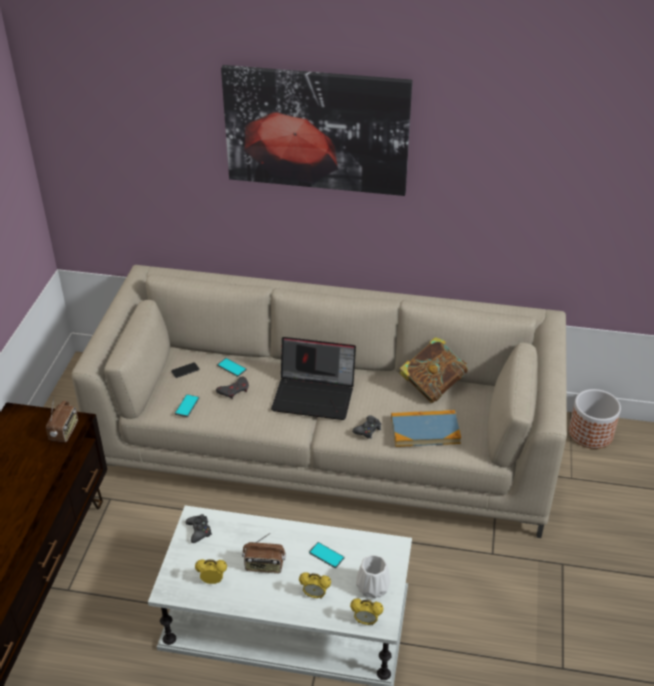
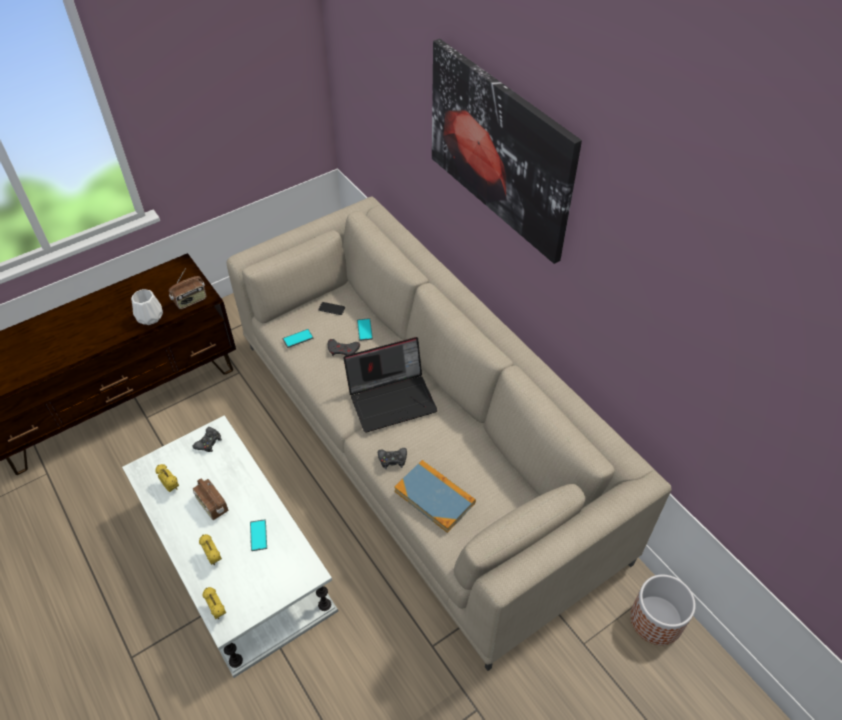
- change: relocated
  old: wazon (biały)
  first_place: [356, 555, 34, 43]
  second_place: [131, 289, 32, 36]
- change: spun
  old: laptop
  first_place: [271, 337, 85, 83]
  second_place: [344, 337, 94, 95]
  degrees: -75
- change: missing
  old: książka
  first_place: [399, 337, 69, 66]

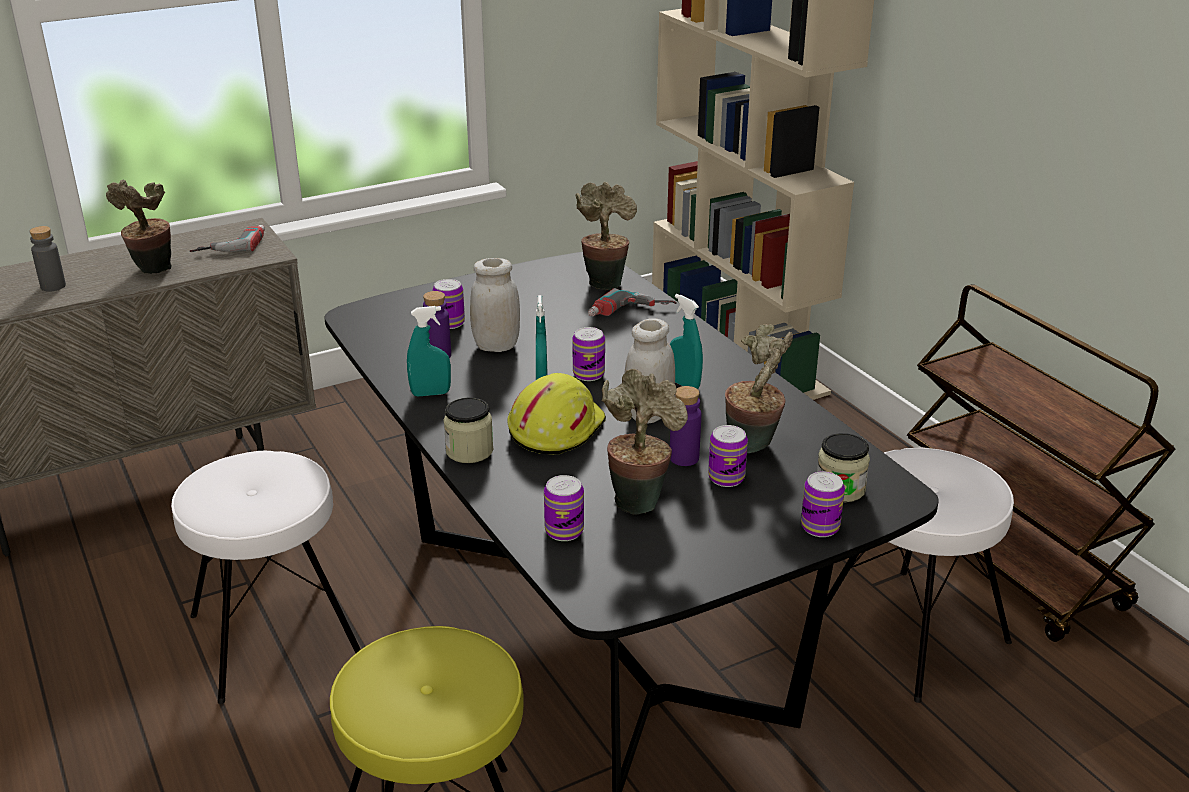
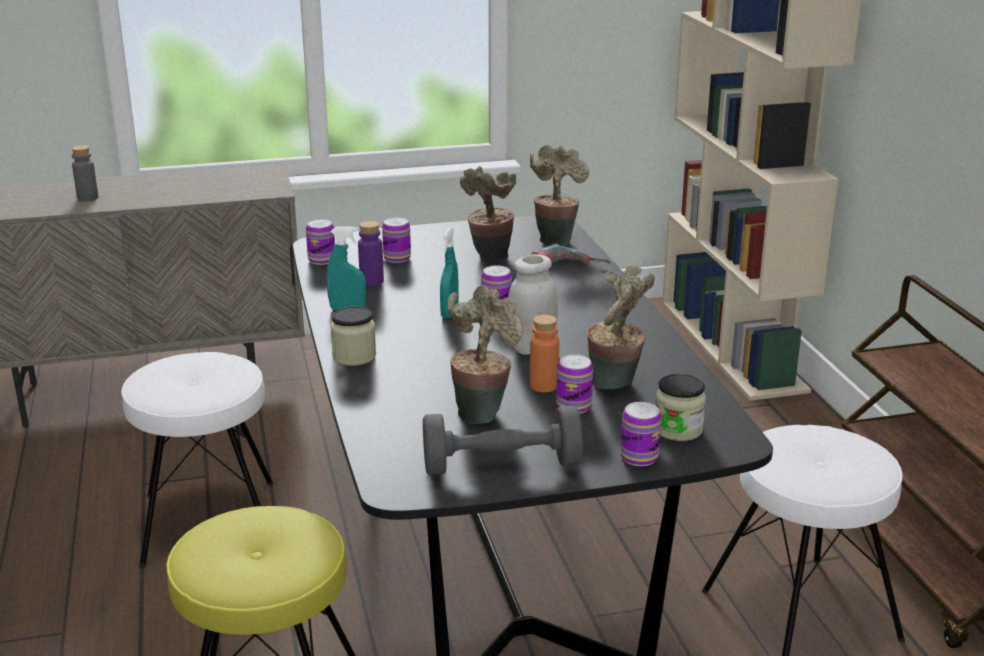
- change: relocated
  old: puszka
  first_place: [544, 475, 40, 66]
  second_place: [306, 219, 29, 46]
- change: appeared
  new: hantel (szary)
  second_place: [423, 406, 160, 69]
- change: relocated
  old: roślina doniczkowa
  first_place: [106, 180, 66, 94]
  second_place: [460, 166, 57, 95]
- change: colour
  old: butelka (fioletowy)
  new: butelka (pomarańczowy)
  first_place: [670, 386, 31, 80]
  second_place: [530, 315, 29, 77]
- change: missing
  old: wiertarka
  first_place: [190, 225, 75, 27]
- change: missing
  old: słoik (biały)
  first_place: [470, 258, 50, 94]
- change: missing
  old: kask (żółty)
  first_place: [507, 373, 99, 81]
- change: missing
  old: spryskiwacz (turkusowy)
  first_place: [670, 294, 33, 95]

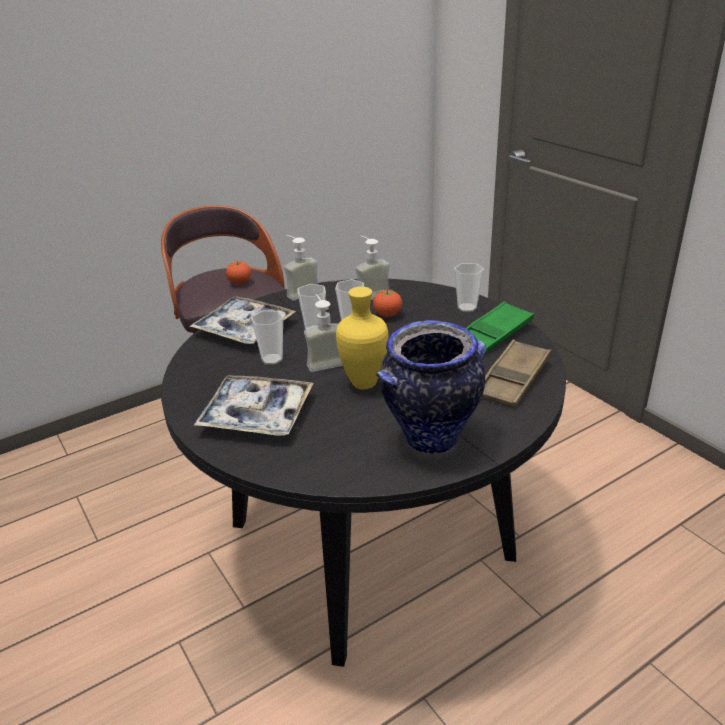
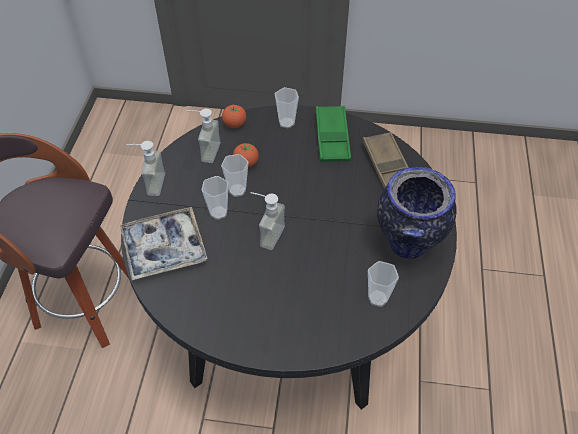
- change: relocated
  old: pomidor
  first_place: [226, 261, 25, 23]
  second_place: [222, 105, 24, 23]
- change: relocated
  old: filiżanka
  first_place: [251, 310, 32, 55]
  second_place: [368, 261, 31, 46]
- change: missing
  old: taca
  first_place: [193, 376, 120, 60]
- change: missing
  old: wazon (żółty)
  first_place: [336, 287, 52, 102]

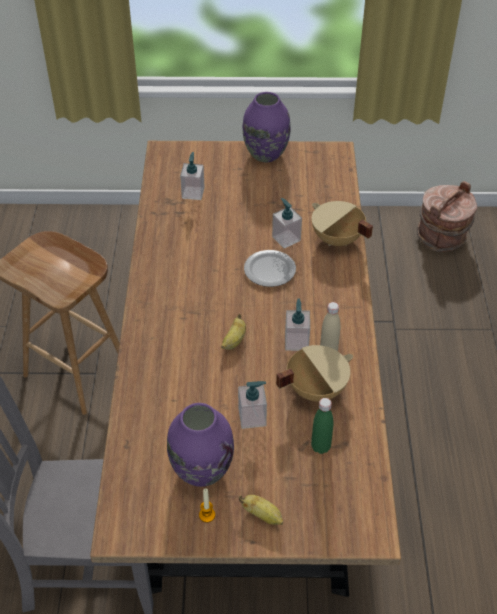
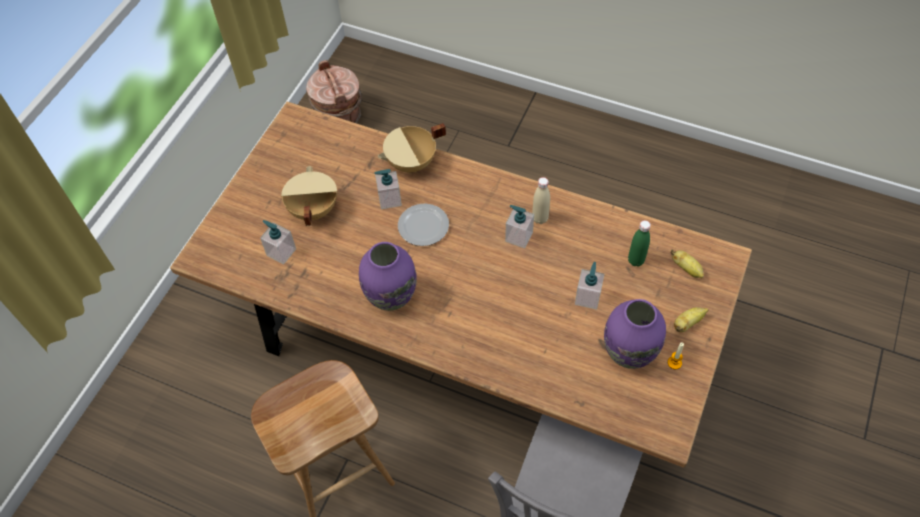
- change: relocated
  old: garnek (beżowy)
  first_place: [276, 345, 77, 57]
  second_place: [281, 166, 56, 60]
- change: relocated
  old: wazon (fioletowy)
  first_place: [243, 92, 48, 70]
  second_place: [359, 242, 58, 69]
- change: relocated
  old: banan
  first_place: [221, 314, 25, 36]
  second_place: [670, 249, 34, 30]

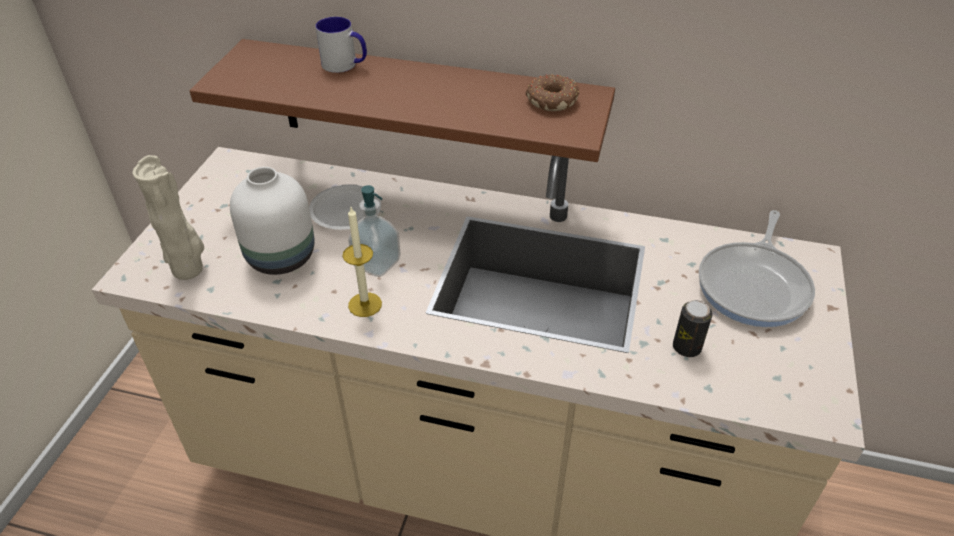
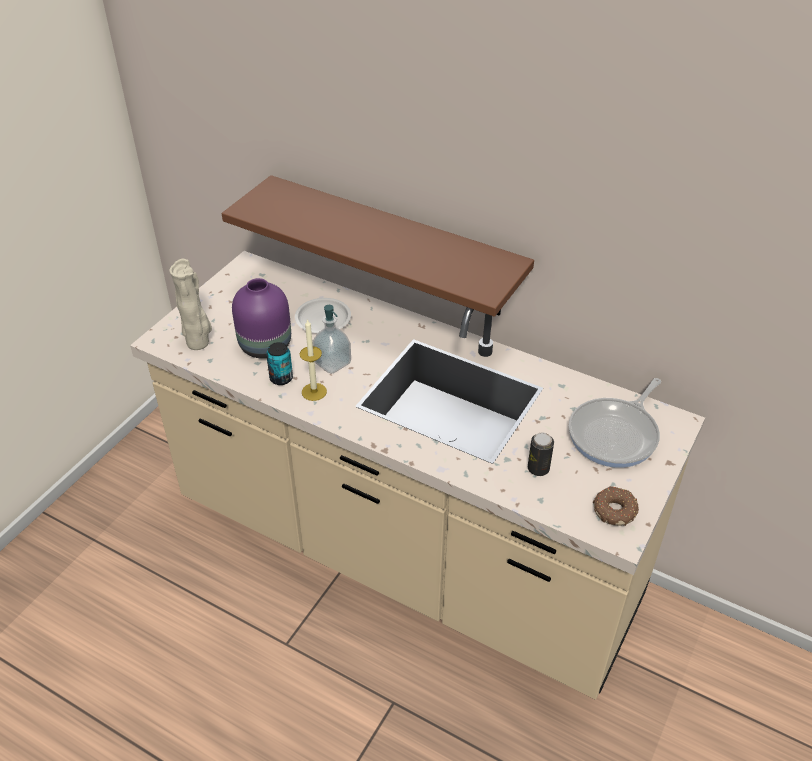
- change: colour
  old: wazon (biały)
  new: wazon (fioletowy)
  first_place: [230, 167, 85, 108]
  second_place: [232, 278, 59, 81]
- change: appeared
  new: puszka
  second_place: [266, 342, 27, 43]
- change: relocated
  old: donut
  first_place: [526, 74, 53, 37]
  second_place: [593, 486, 46, 40]
- change: missing
  old: kubek
  first_place: [315, 17, 52, 56]

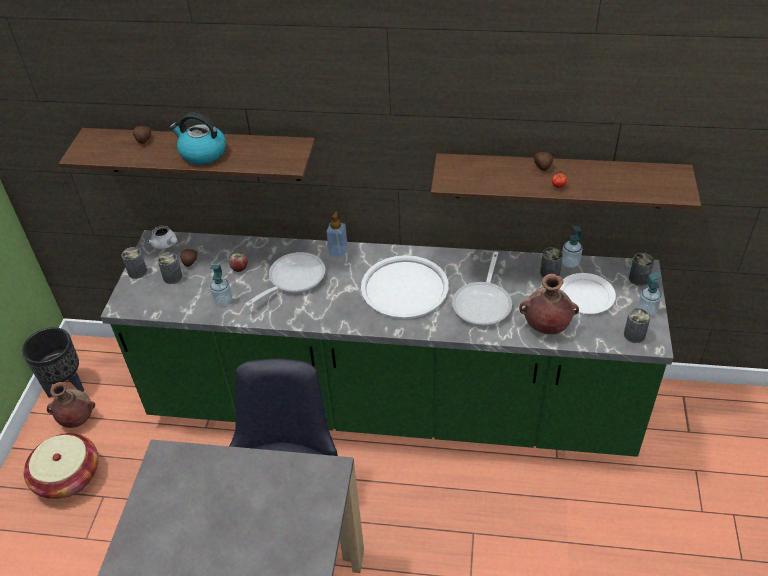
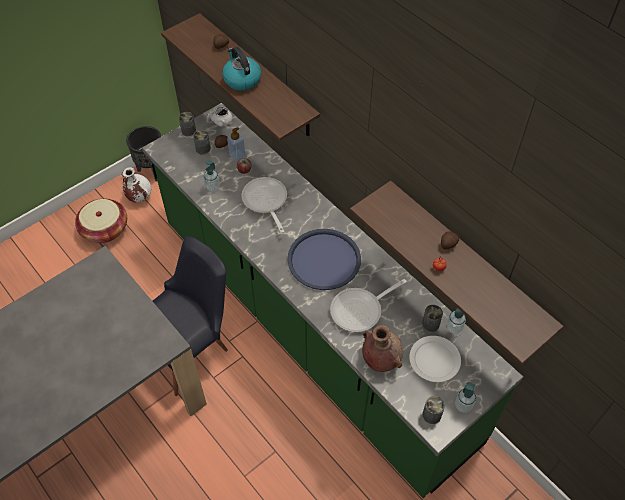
- change: colour
  old: wazon (brązowy)
  new: wazon (biały)
  first_place: [47, 382, 48, 46]
  second_place: [123, 167, 28, 35]
- change: relocated
  old: dozownik mydła
  first_place: [326, 212, 22, 45]
  second_place: [227, 127, 19, 34]
- change: spun
  old: patelnia
  first_place: [245, 252, 80, 54]
  second_place: [242, 177, 45, 56]
  degrees: -105
- change: colour
  old: taca (biały)
  new: taca (niebieski)
  first_place: [361, 255, 88, 64]
  second_place: [287, 229, 74, 61]
- change: missing
  old: puszka
  first_place: [629, 253, 25, 33]

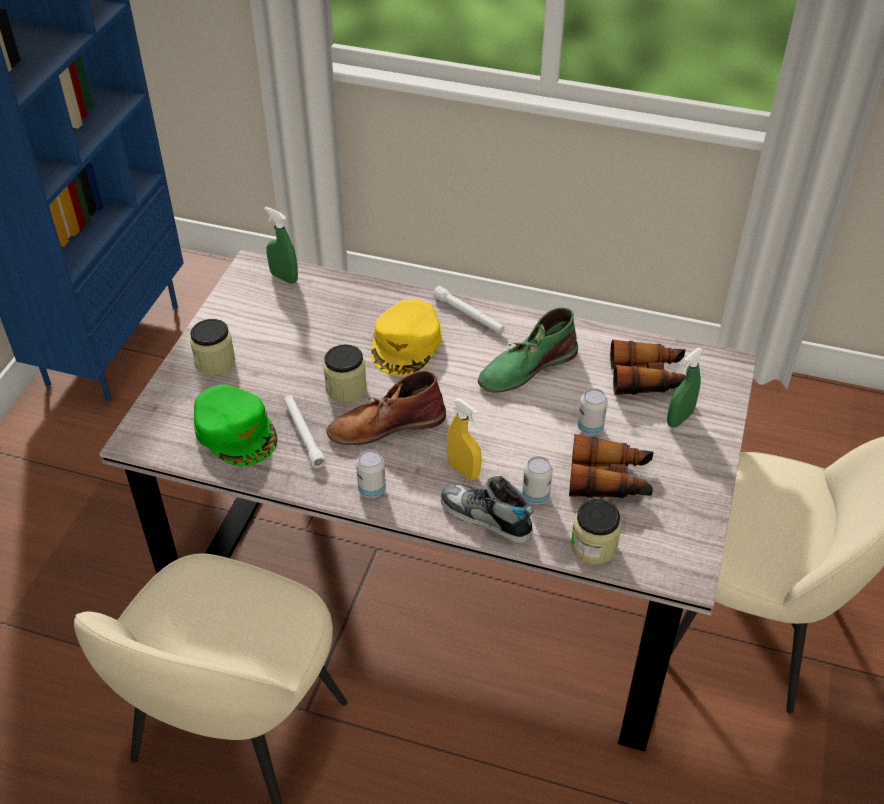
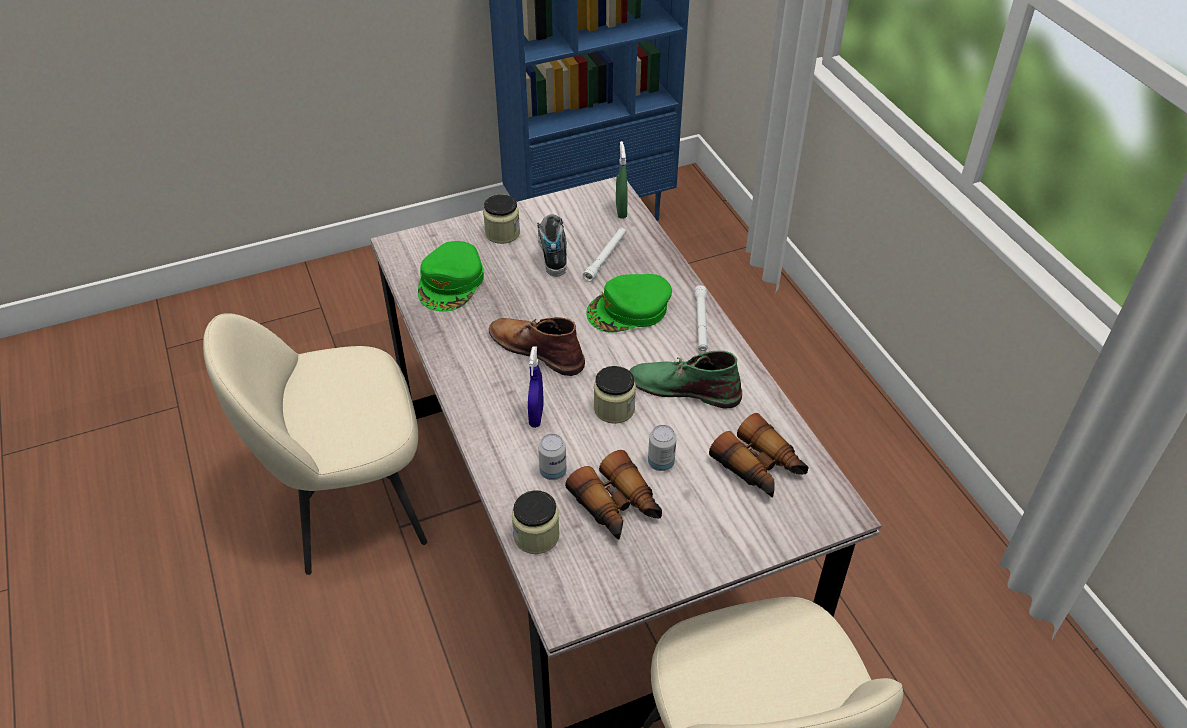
- change: colour
  old: spryskiwacz (żółty)
  new: spryskiwacz (niebieski)
  first_place: [447, 399, 35, 81]
  second_place: [528, 346, 16, 82]
- change: relocated
  old: but
  first_place: [440, 476, 94, 68]
  second_place: [537, 214, 30, 63]
- change: relocated
  old: latarka (biały)
  first_place: [284, 396, 42, 72]
  second_place: [583, 228, 43, 54]
- change: colour
  old: czapka z daszkiem (żółty)
  new: czapka z daszkiem (zielony)
  first_place: [371, 299, 71, 77]
  second_place: [586, 274, 86, 59]
- change: relocated
  old: słoik
  first_place: [323, 344, 44, 58]
  second_place: [594, 366, 42, 58]
- change: missing
  old: puszka
  first_place: [356, 450, 30, 48]
- change: missing
  old: spryskiwacz (zielony)
  first_place: [667, 348, 36, 80]

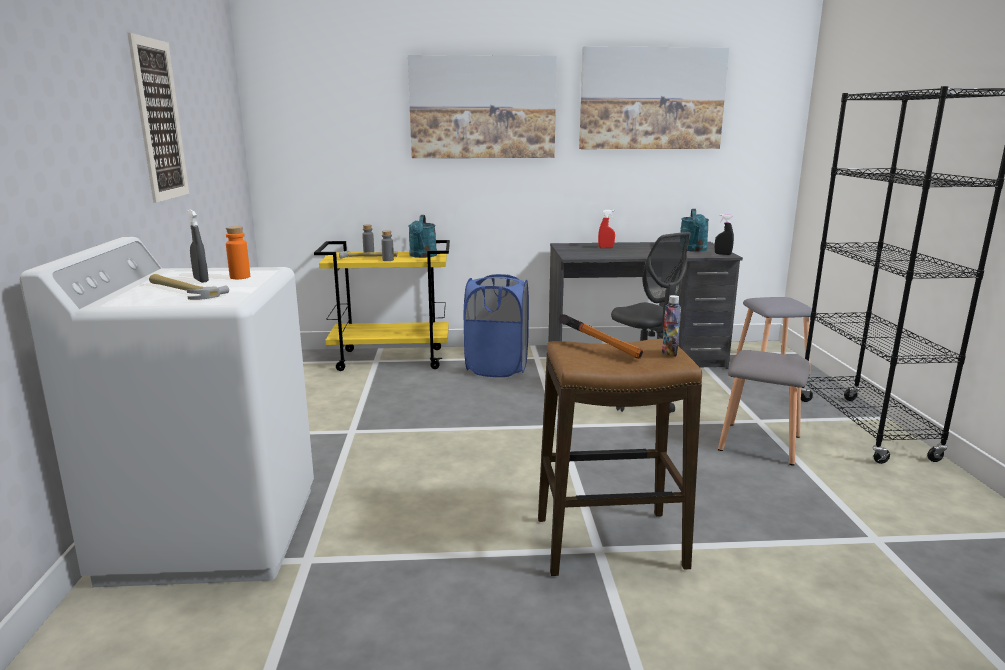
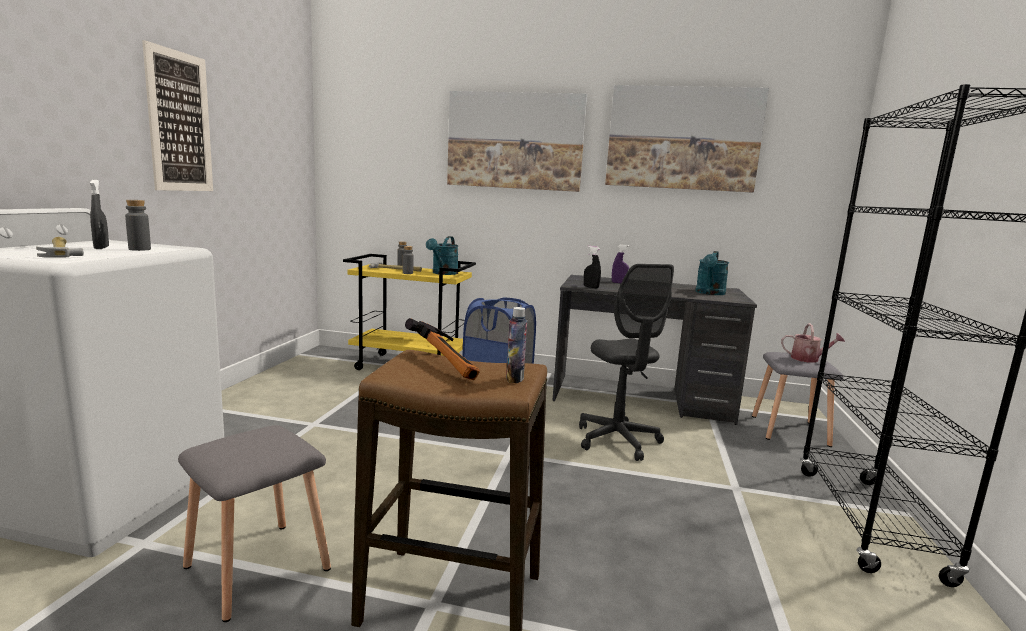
- change: colour
  old: butelka (pomarańczowy)
  new: butelka (szary)
  first_place: [226, 226, 24, 53]
  second_place: [125, 200, 26, 51]
- change: relocated
  old: stołek (szary)
  first_place: [718, 350, 92, 115]
  second_place: [178, 425, 153, 197]
- change: relocated
  old: spryskiwacz (czarny)
  first_place: [715, 214, 19, 41]
  second_place: [584, 246, 17, 42]
- change: colour
  old: spryskiwacz (czerwony)
  new: spryskiwacz (fioletowy)
  first_place: [598, 210, 17, 38]
  second_place: [612, 244, 18, 39]
- change: appeared
  new: konewka
  second_place: [781, 323, 64, 40]

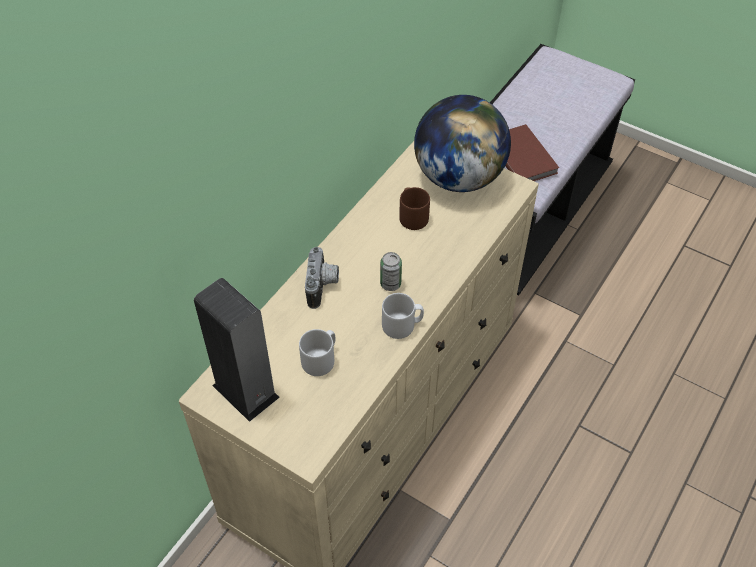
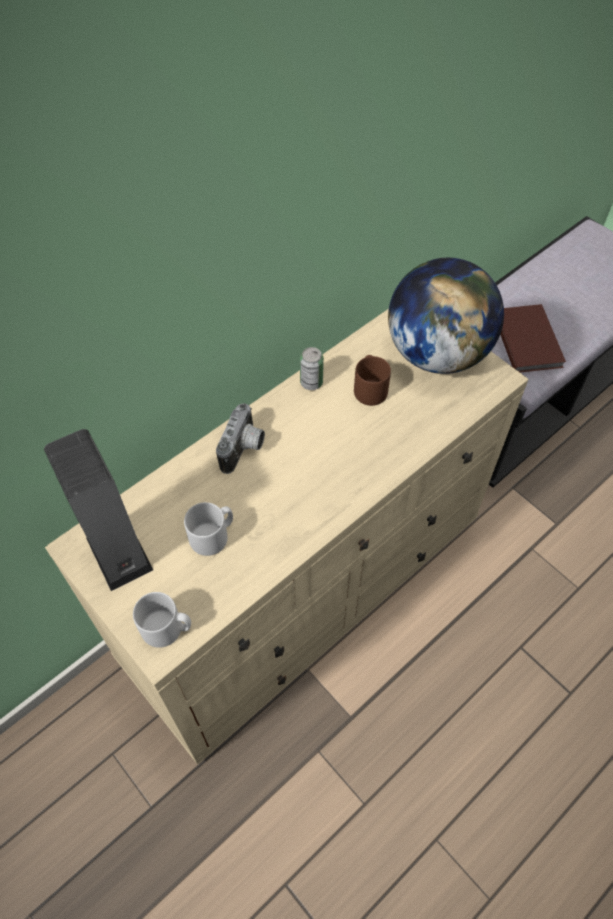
- change: relocated
  old: kubek (szary)
  first_place: [382, 293, 42, 46]
  second_place: [133, 592, 58, 56]
- change: relocated
  old: puszka
  first_place: [380, 252, 22, 39]
  second_place: [300, 347, 24, 43]

